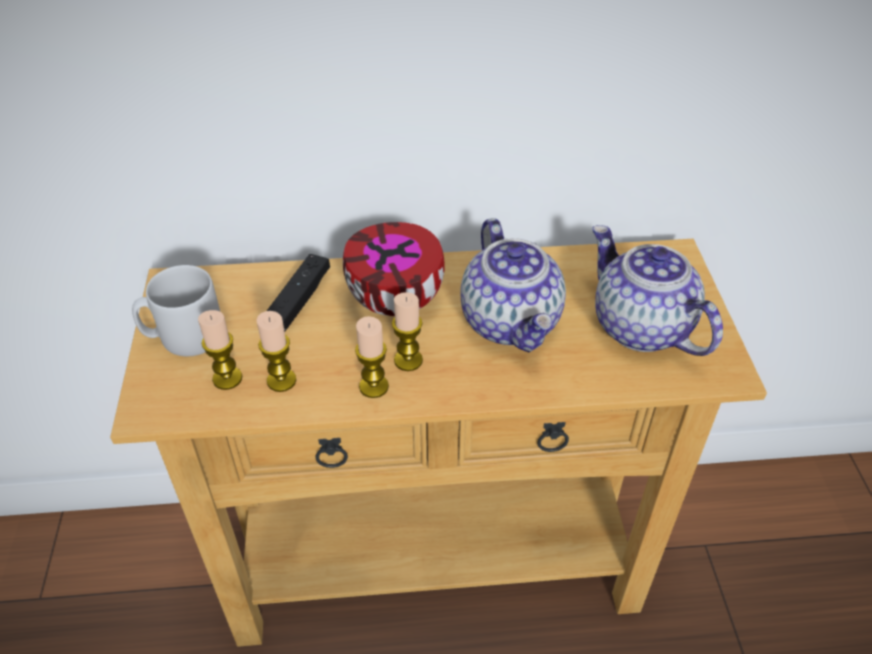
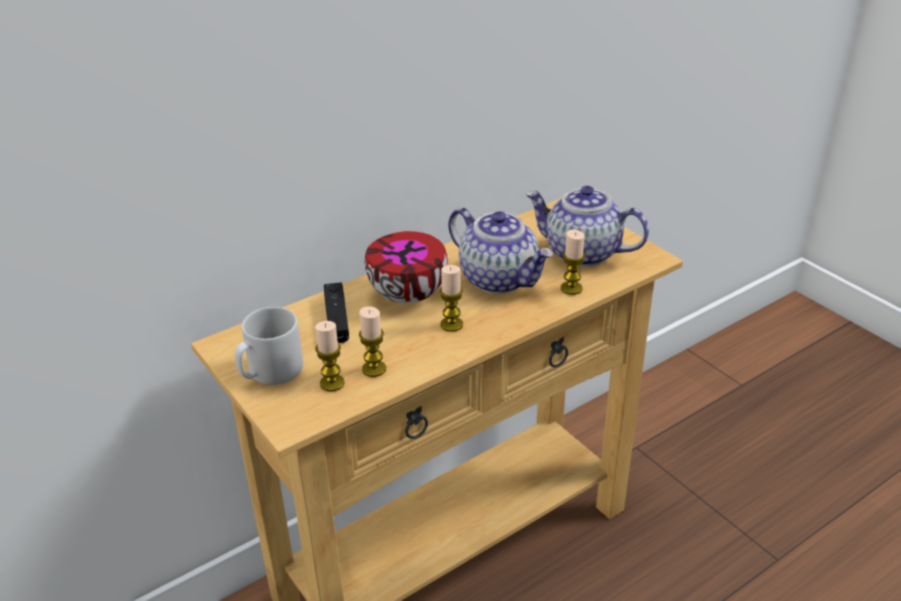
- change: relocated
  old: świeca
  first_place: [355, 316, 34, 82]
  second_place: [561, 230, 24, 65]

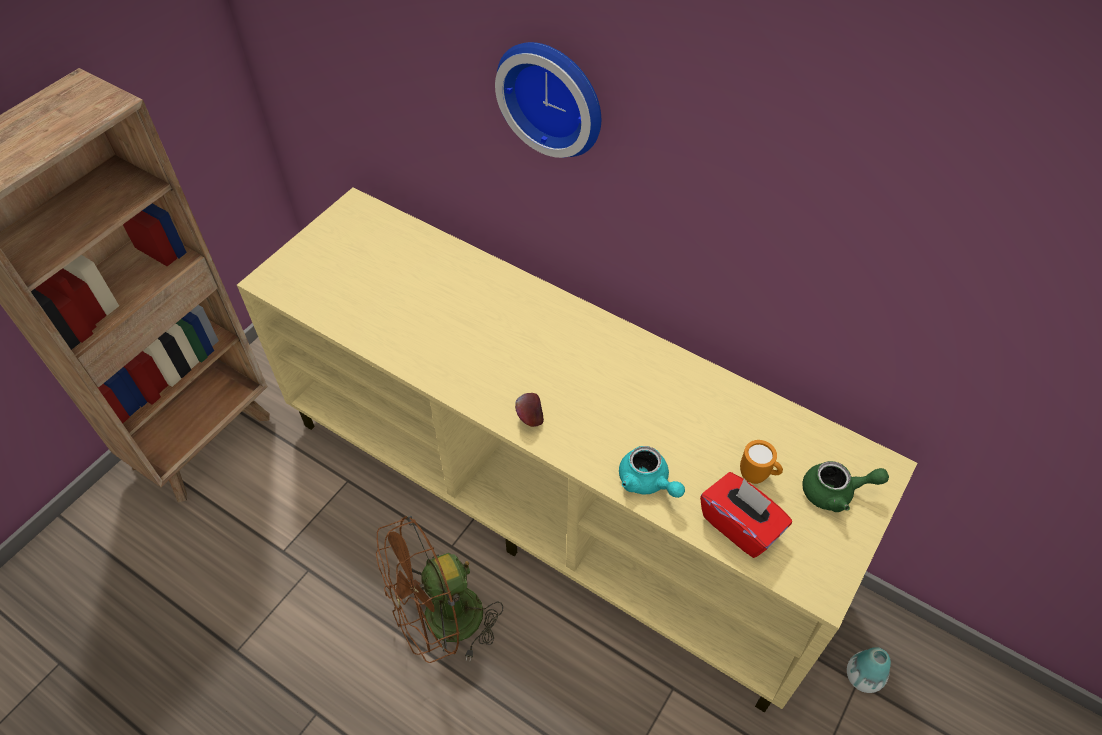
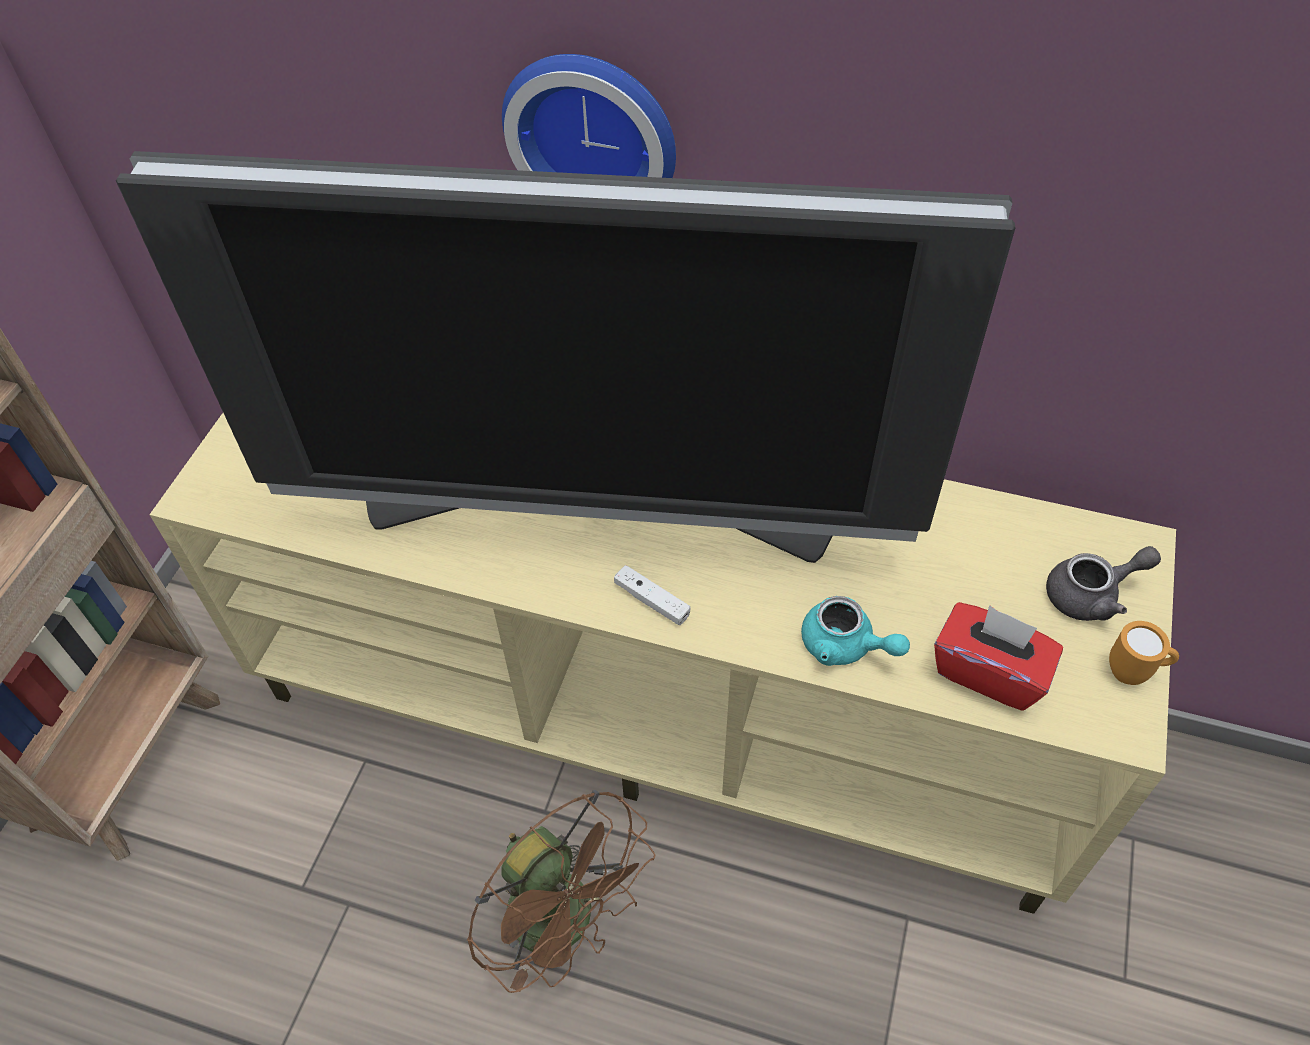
- change: appeared
  new: telewizor
  second_place: [116, 151, 899, 412]
- change: spun
  old: wentylator (brązowy)
  first_place: [376, 516, 127, 147]
  second_place: [467, 790, 188, 203]
  degrees: -90
- change: exchanged
  old: jabłko
  new: pad do gier (biały)
  first_place: [515, 393, 29, 34]
  second_place: [614, 565, 76, 60]
- change: colour
  old: imbryk (zielony)
  new: imbryk (szary)
  first_place: [802, 461, 87, 51]
  second_place: [1046, 546, 115, 75]
- change: relocated
  old: kubek (pomarańczowy)
  first_place: [740, 440, 43, 44]
  second_place: [1109, 621, 70, 64]
- change: missing
  old: wazon
  first_place: [847, 647, 44, 46]

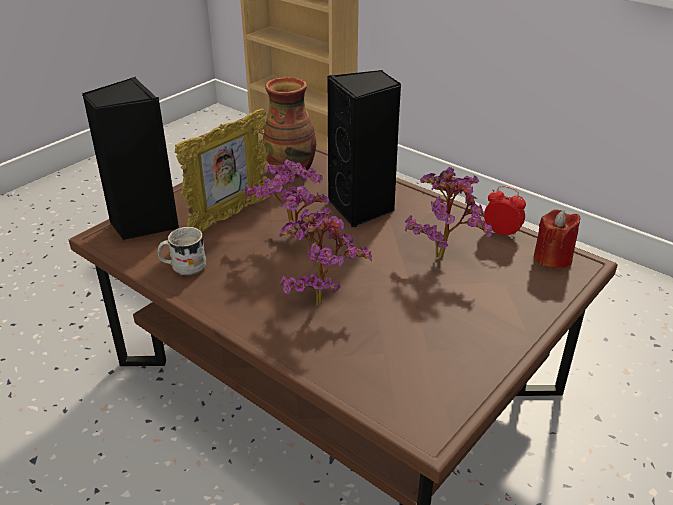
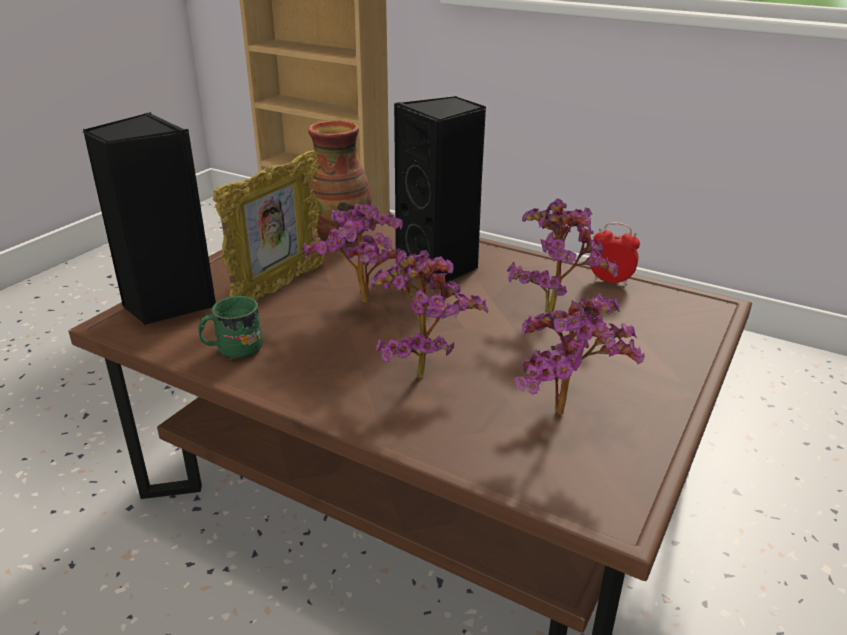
- change: colour
  old: kubek (biały)
  new: kubek (zielony)
  first_place: [158, 227, 48, 48]
  second_place: [198, 296, 65, 63]
- change: appeared
  new: roślina doniczkowa
  second_place: [514, 293, 131, 122]
- change: missing
  old: świeca (czerwony)
  first_place: [534, 209, 46, 60]

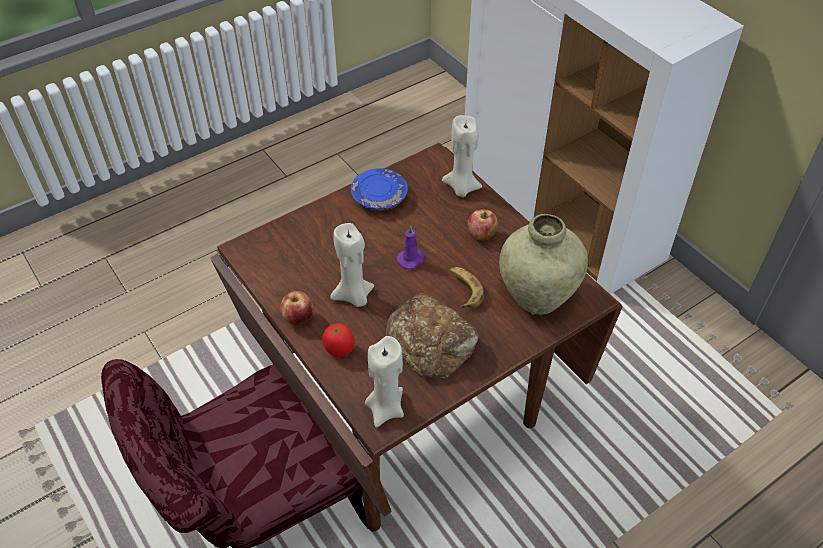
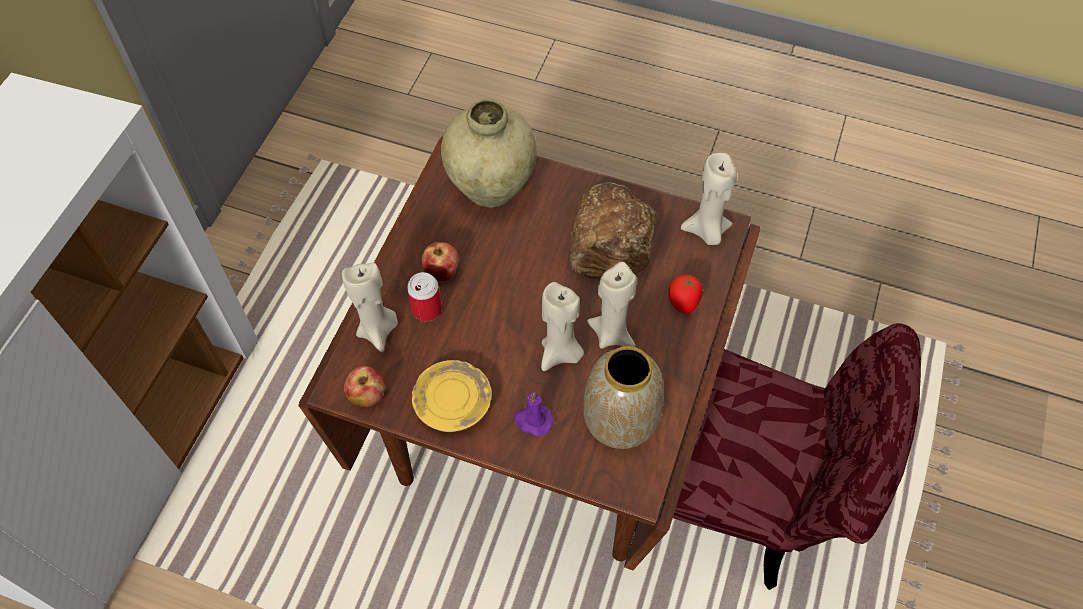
- change: relocated
  old: jabłko
  first_place: [280, 291, 34, 36]
  second_place: [344, 366, 41, 41]
- change: appeared
  new: puszka
  second_place: [407, 272, 35, 49]
- change: colour
  old: talerz (niebieski)
  new: talerz (żółty)
  first_place: [351, 169, 57, 42]
  second_place: [412, 360, 80, 72]
- change: relocated
  old: świeca (fioletowy)
  first_place: [397, 225, 28, 44]
  second_place: [514, 392, 40, 45]
- change: appeared
  new: świeca (beżowy)
  second_place: [541, 282, 43, 89]
- change: appeared
  new: wazon
  second_place: [583, 346, 81, 103]
- change: missing
  old: banan
  first_place: [450, 267, 34, 41]

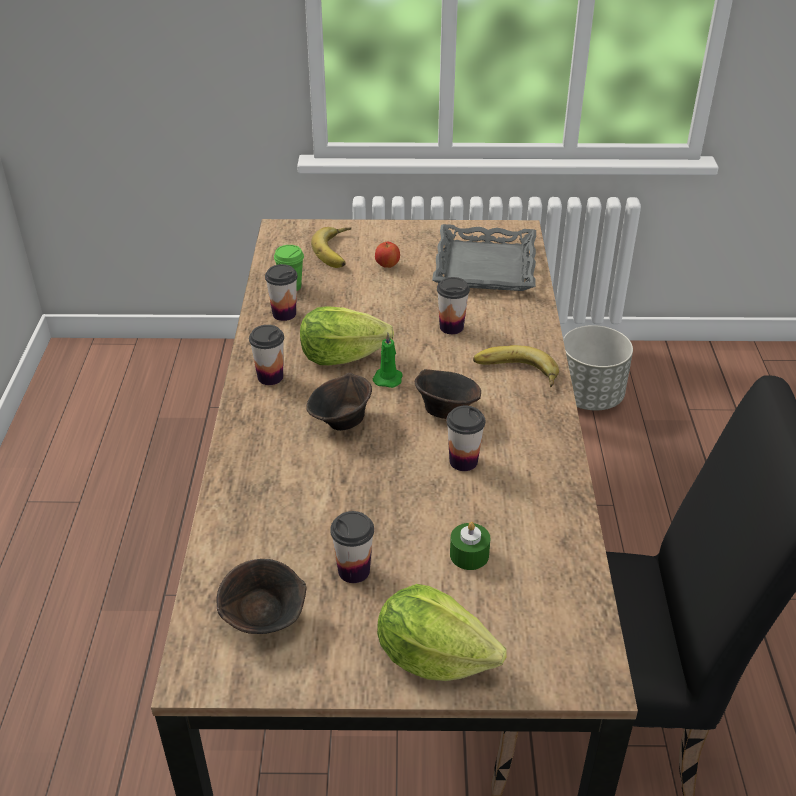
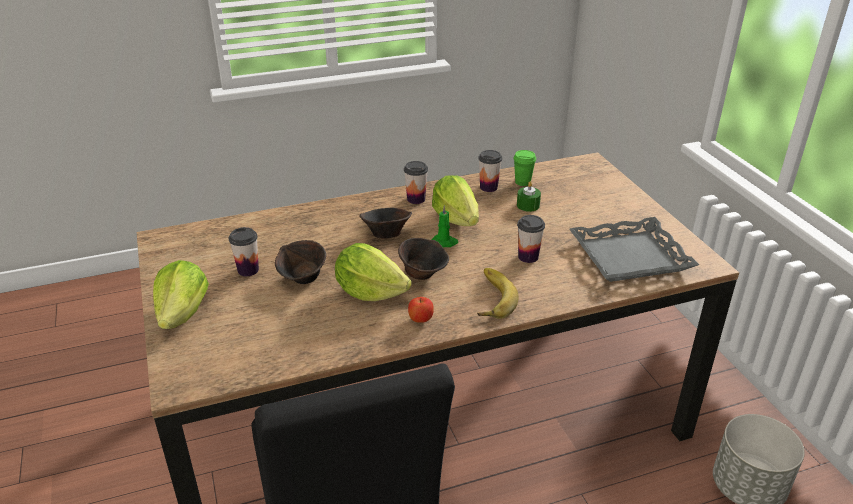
- change: relocated
  old: miska (brązowy)
  first_place: [217, 559, 89, 75]
  second_place: [275, 240, 51, 44]
- change: exchanged
  old: filiżanka
  new: sałata
  first_place: [446, 406, 39, 65]
  second_place: [335, 243, 77, 58]
- change: relocated
  old: jabłko
  first_place: [375, 242, 25, 26]
  second_place: [408, 297, 26, 26]
- change: relocated
  old: świeca (zielony)
  first_place: [450, 522, 40, 48]
  second_place: [517, 181, 24, 31]
- change: missing
  old: banan
  first_place: [311, 227, 40, 41]

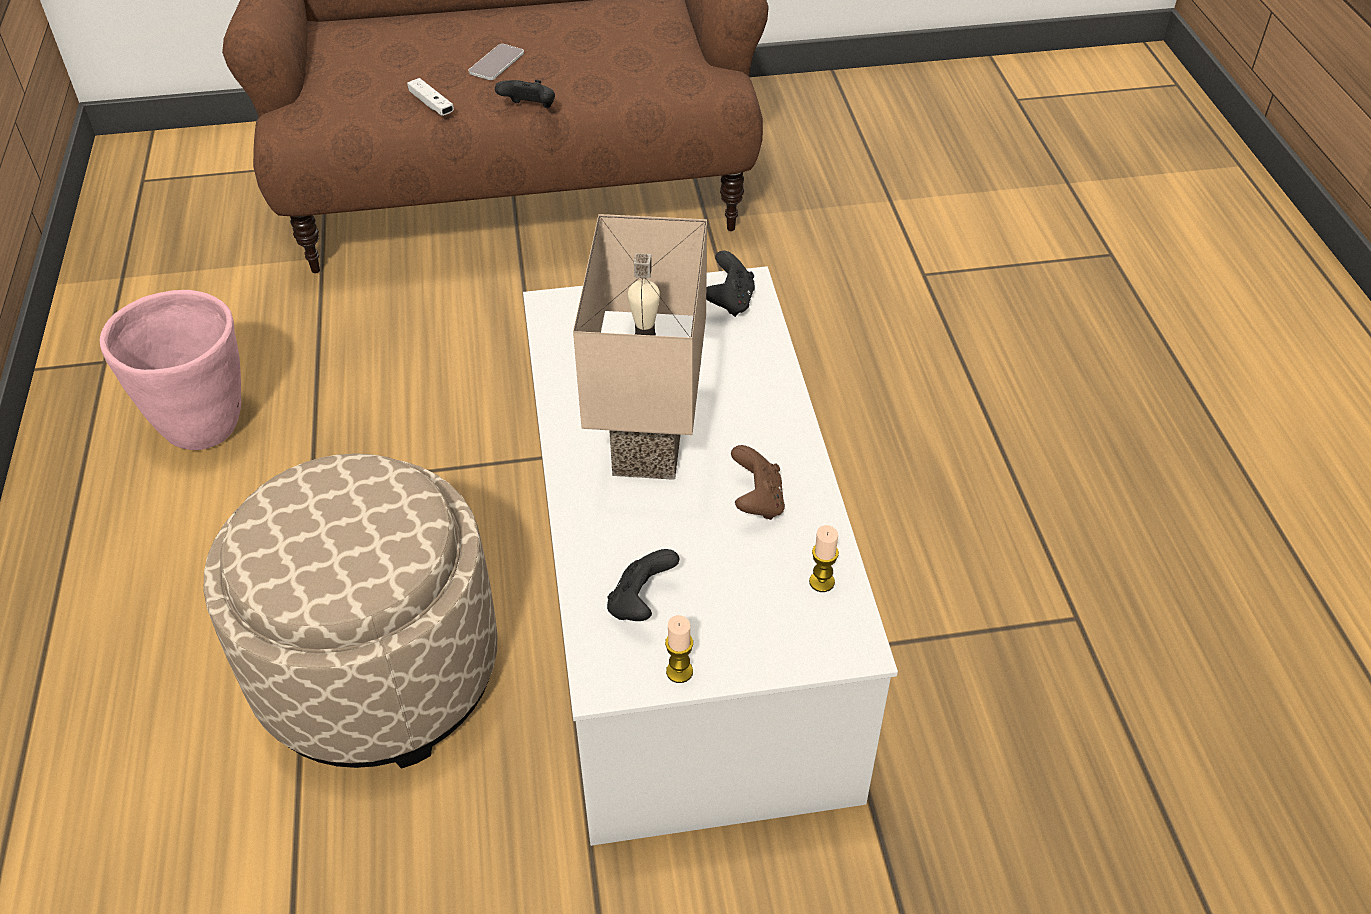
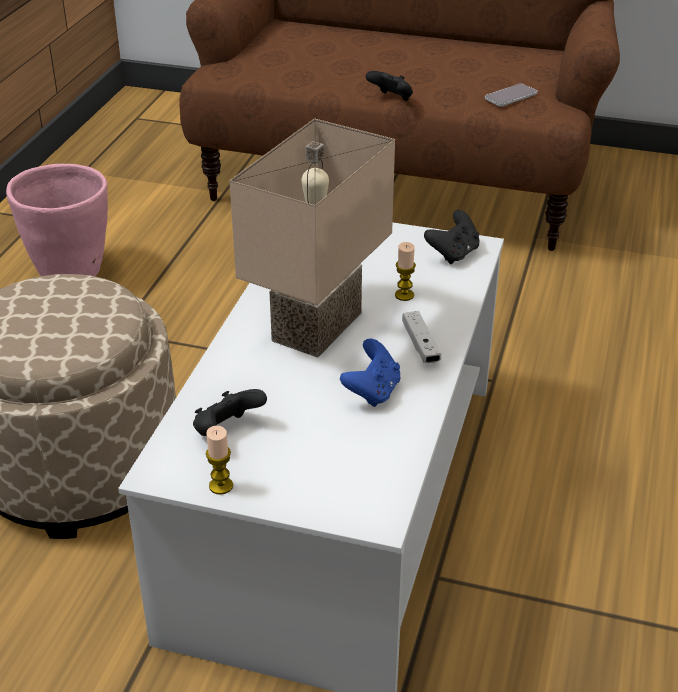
- change: colour
  old: pad do gier (brązowy)
  new: pad do gier (niebieski)
  first_place: [731, 445, 54, 75]
  second_place: [340, 339, 60, 68]
- change: relocated
  old: świeca
  first_place: [809, 525, 30, 67]
  second_place: [395, 242, 21, 59]
- change: relocated
  old: pad do gier (biały)
  first_place: [407, 78, 47, 38]
  second_place: [402, 311, 39, 53]
- change: relocated
  old: telefon
  first_place: [468, 44, 56, 36]
  second_place: [485, 84, 53, 23]

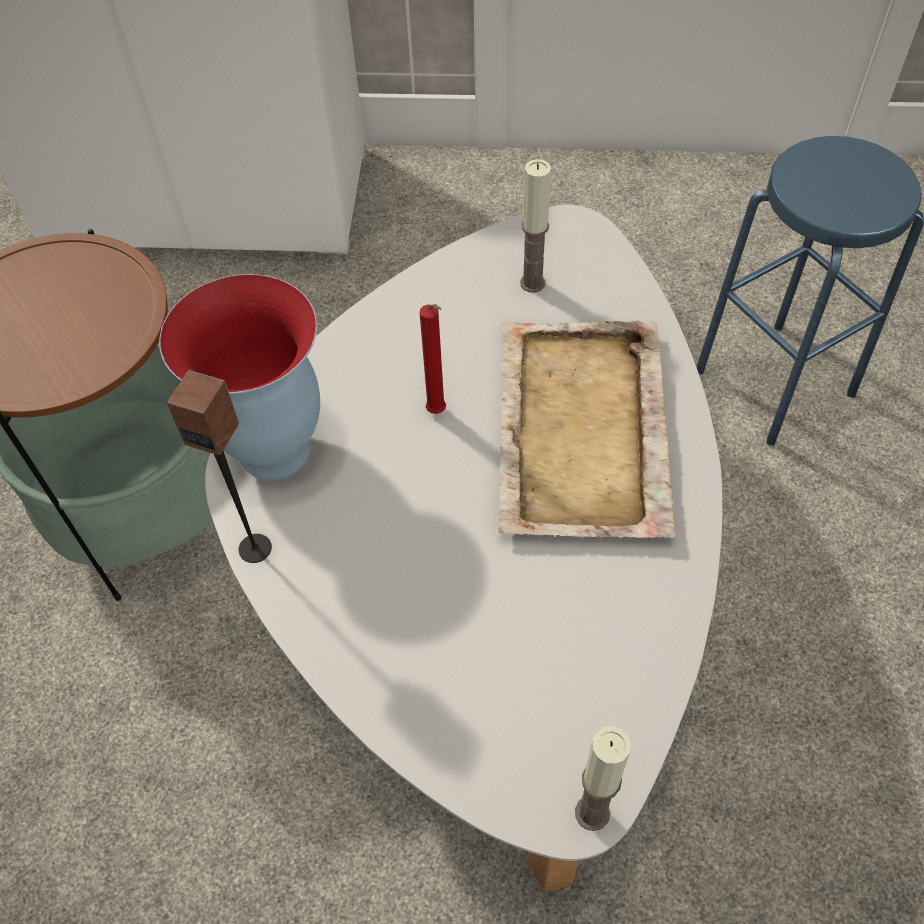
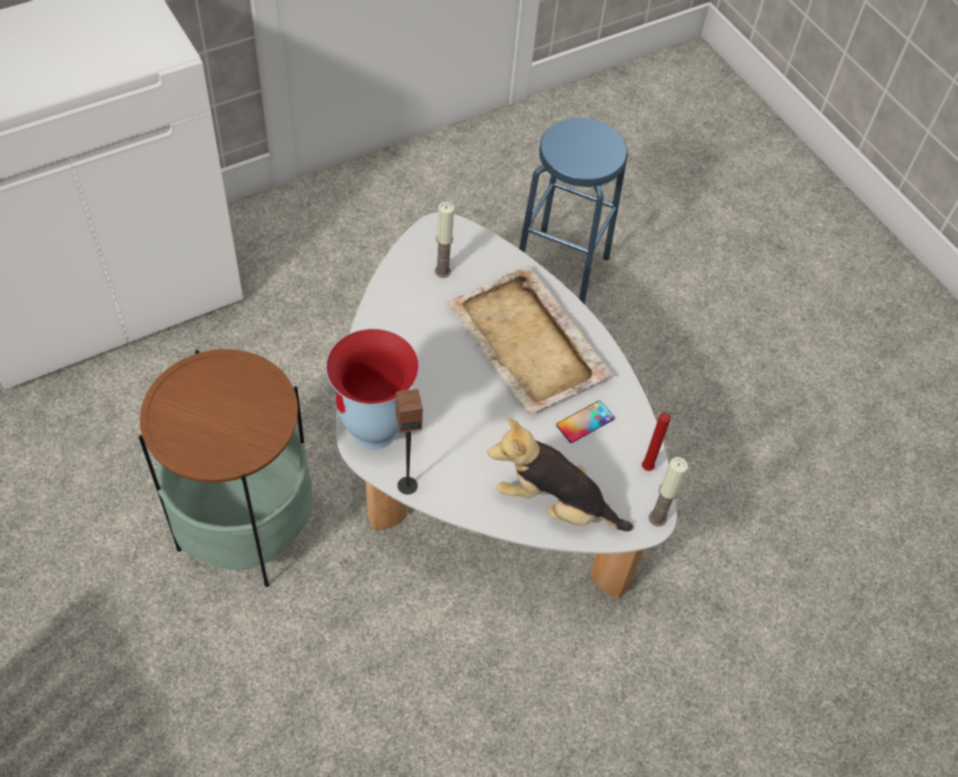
- change: appeared
  new: pluszak
  second_place: [488, 418, 145, 113]
- change: appeared
  new: telefon
  second_place: [556, 400, 59, 43]
- change: relocated
  old: świeca (czerwony)
  first_place: [420, 304, 26, 110]
  second_place: [642, 412, 37, 59]

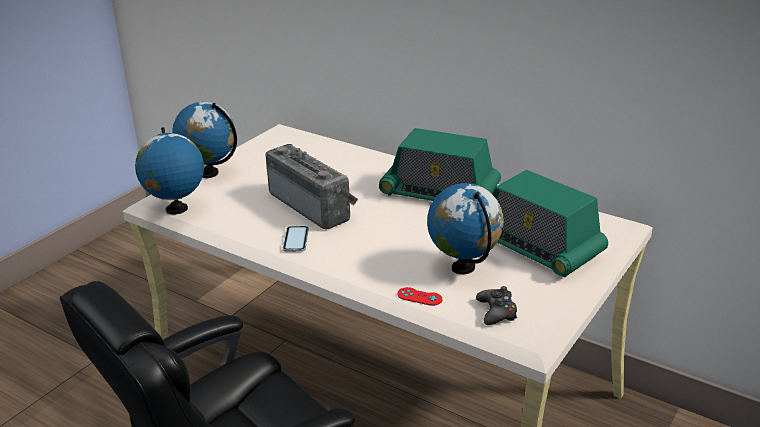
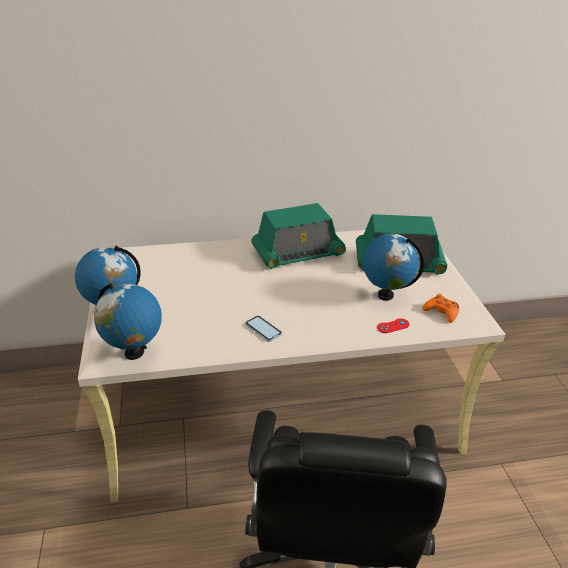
- change: colour
  old: pad do gier (czarny)
  new: pad do gier (pomarańczowy)
  first_place: [476, 286, 41, 39]
  second_place: [423, 294, 36, 29]
- change: missing
  old: radio
  first_place: [266, 144, 92, 85]

